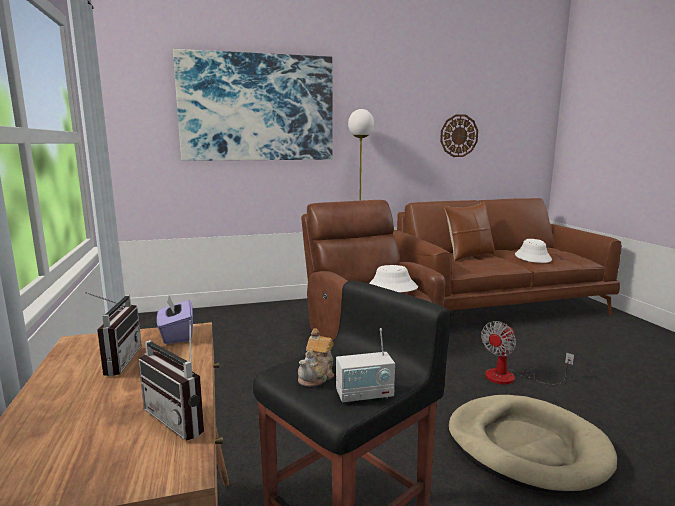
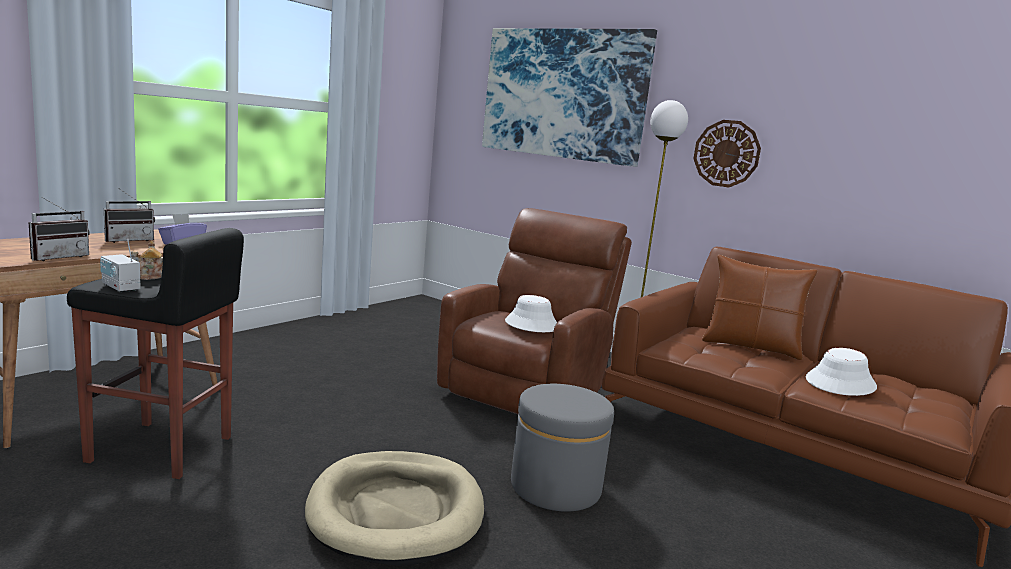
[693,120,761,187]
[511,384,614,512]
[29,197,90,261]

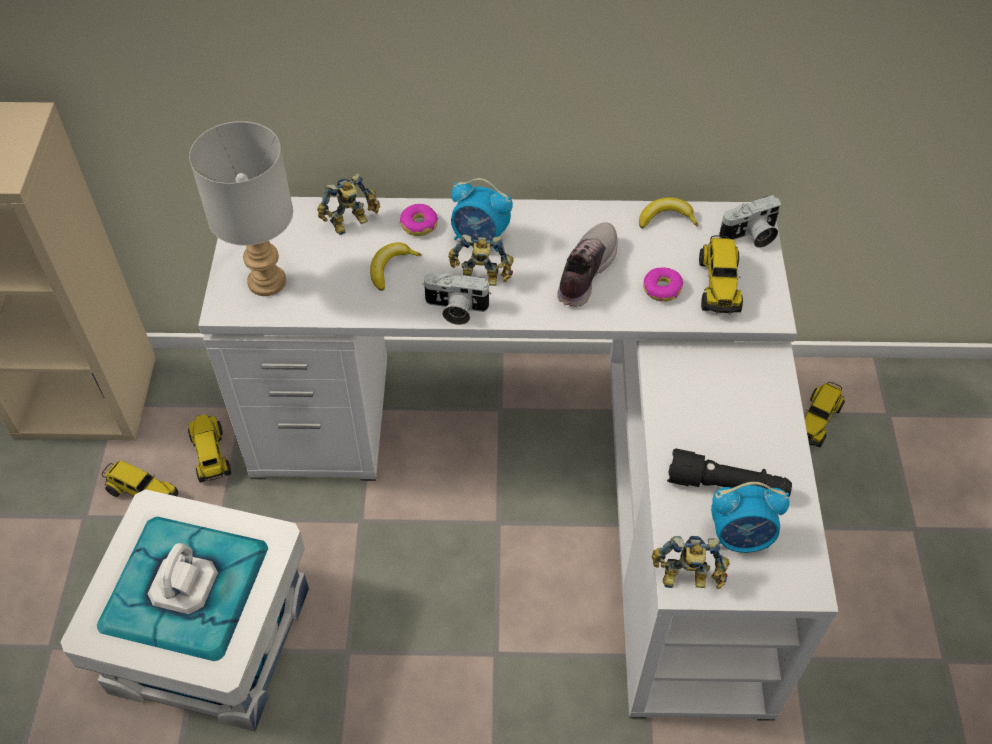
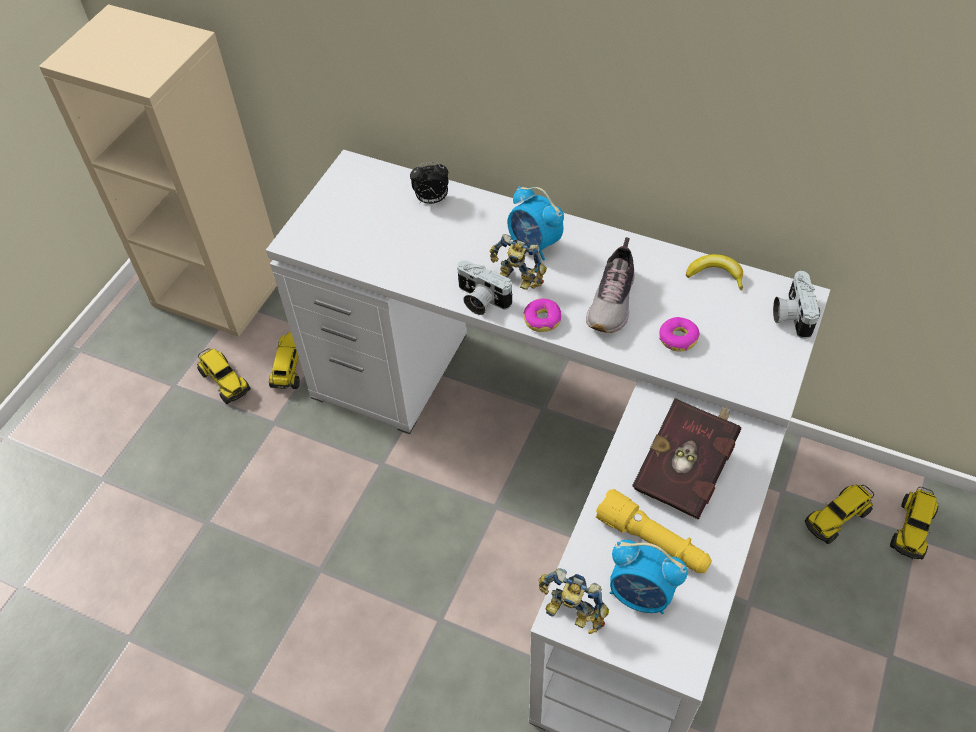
[61,489,309,731] (first image)
[189,121,293,296] (first image)
[370,242,422,291] (first image)
[632,398,741,519]
[524,299,561,332]
[890,487,938,559]
[410,162,449,204]
[595,489,712,573]
[586,237,635,333]
[773,271,820,339]

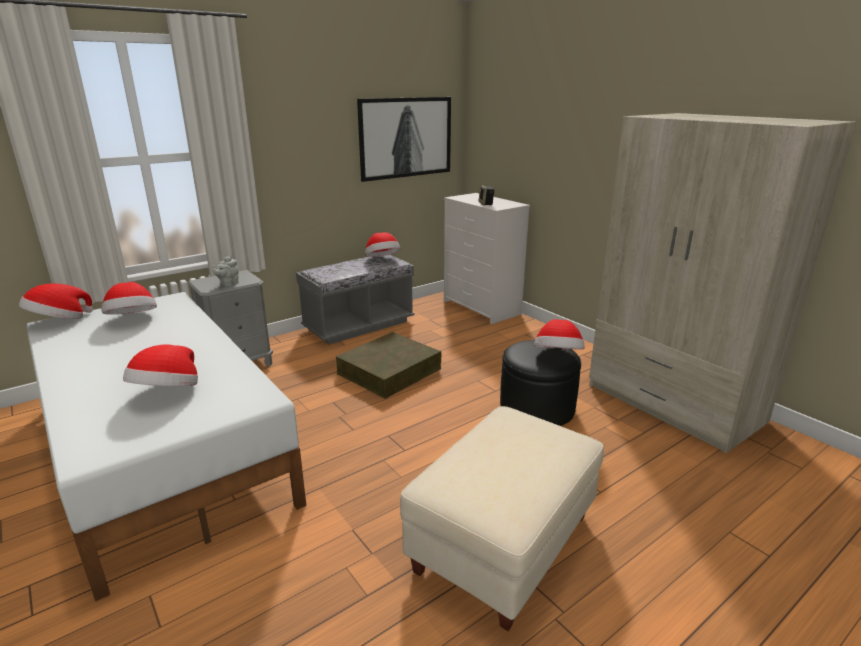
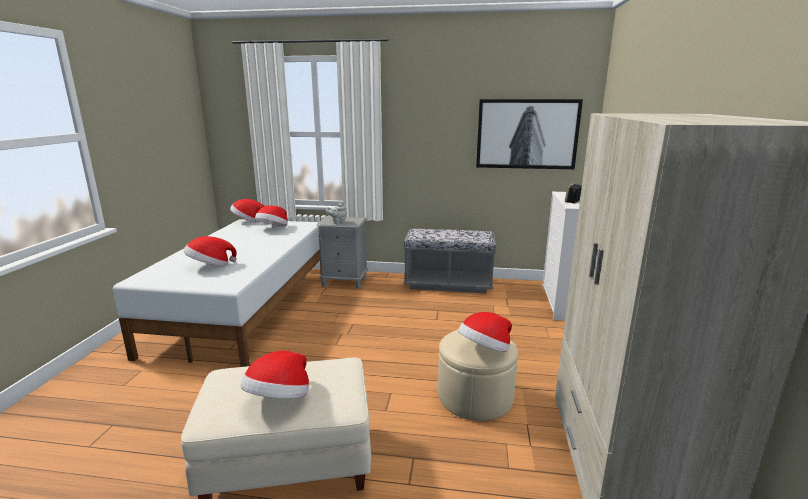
[336,332,442,399] (first image)
[240,350,309,399]
[438,330,518,421]

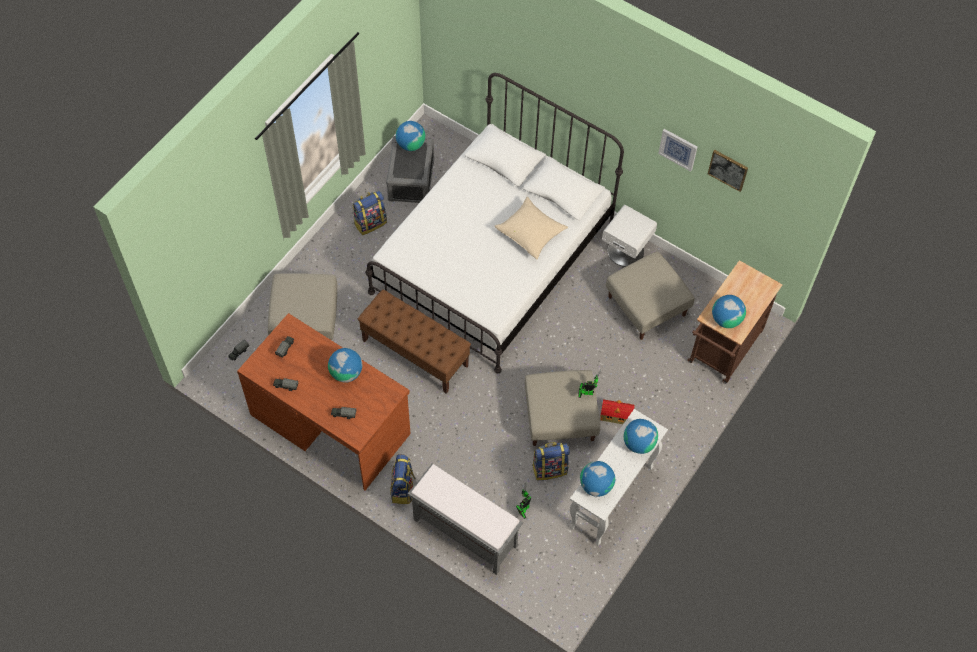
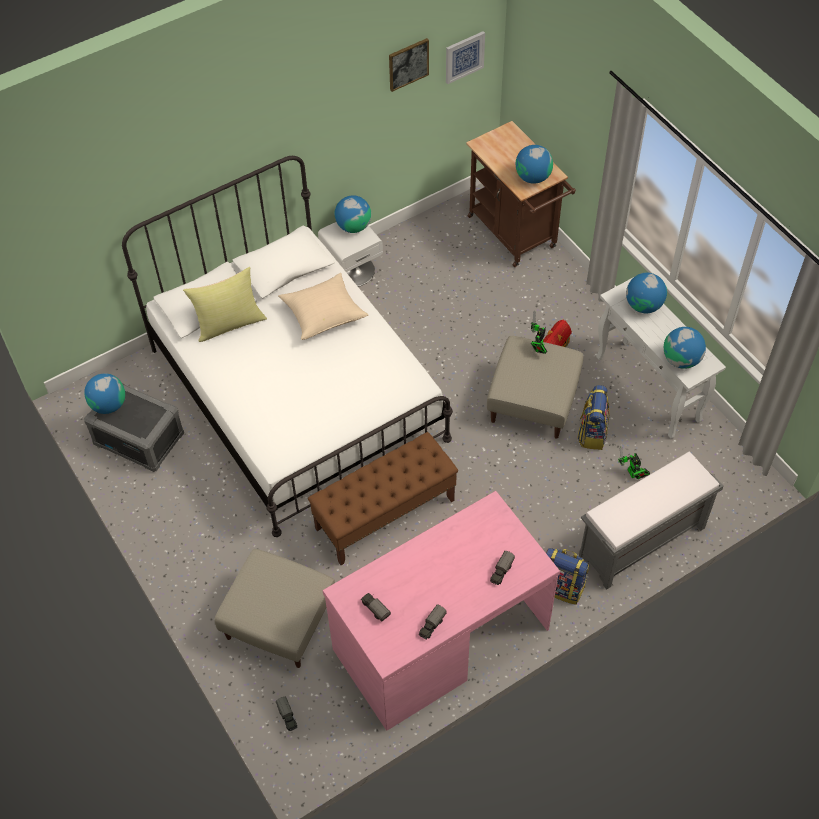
[353,191,387,235] (first image)
[606,251,695,340] (first image)
[183,267,267,342]
[335,195,372,233]
[446,31,485,84]
[323,491,560,730]

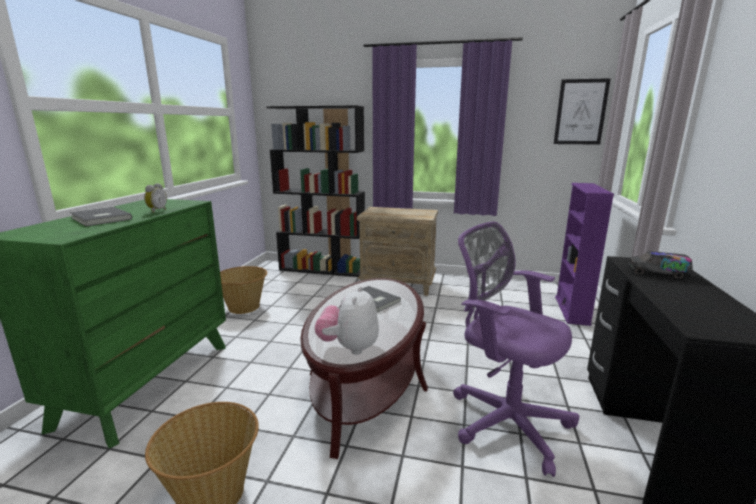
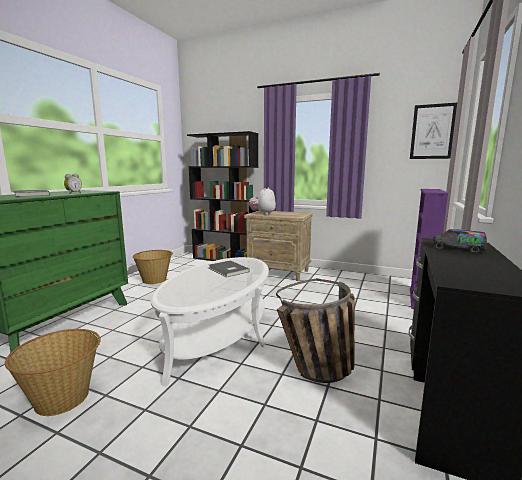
[249,187,276,215]
[276,278,355,383]
[151,257,269,387]

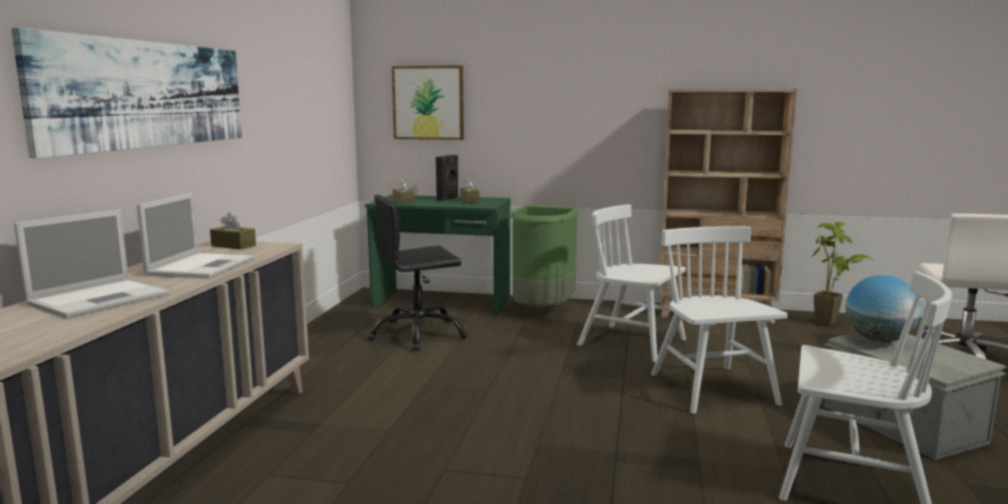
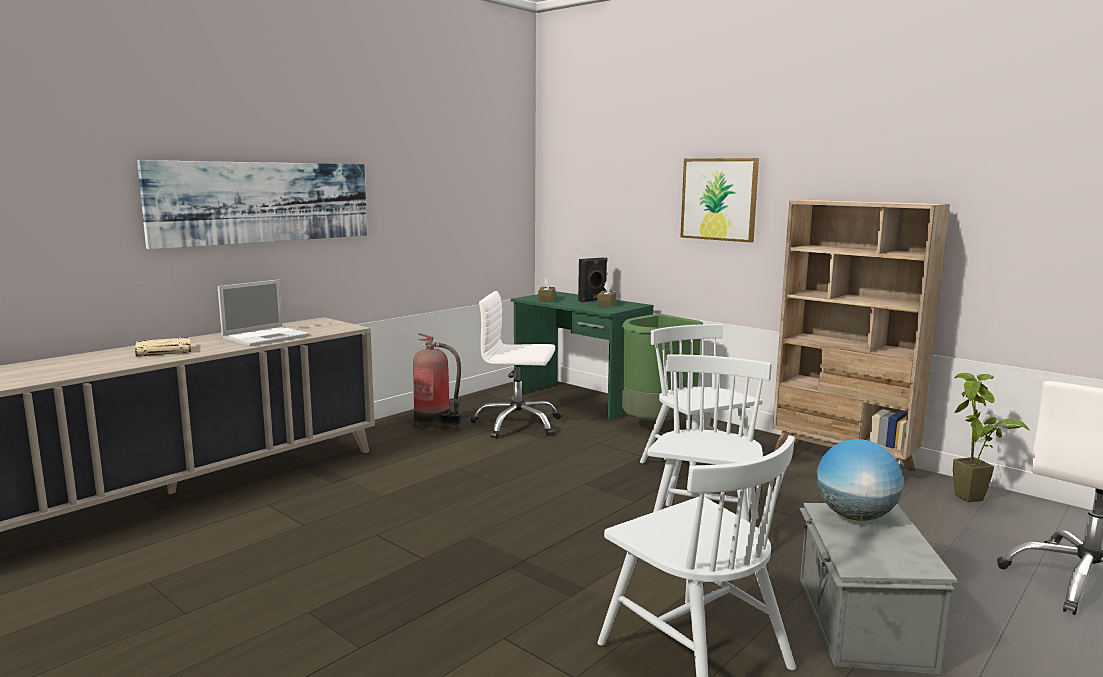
[210,213,256,250] (first image)
[413,333,461,431]
[680,158,759,242]
[135,337,191,357]
[470,291,561,439]

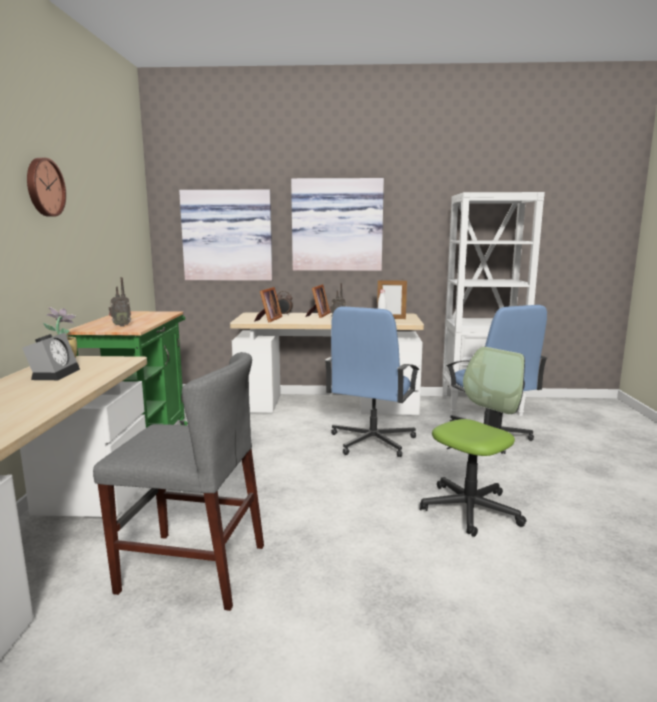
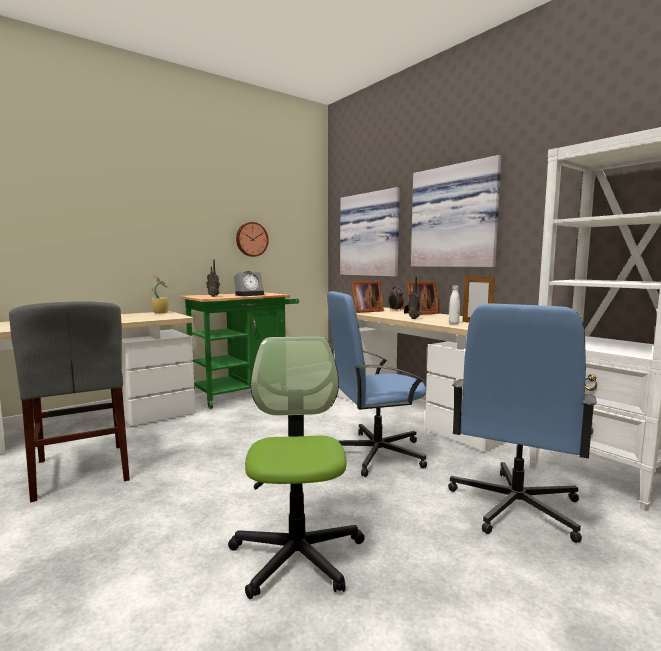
[233,271,264,296]
[236,222,269,257]
[228,336,365,599]

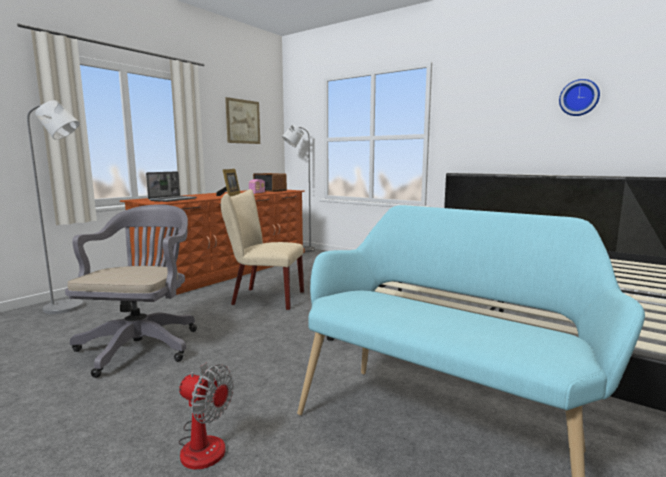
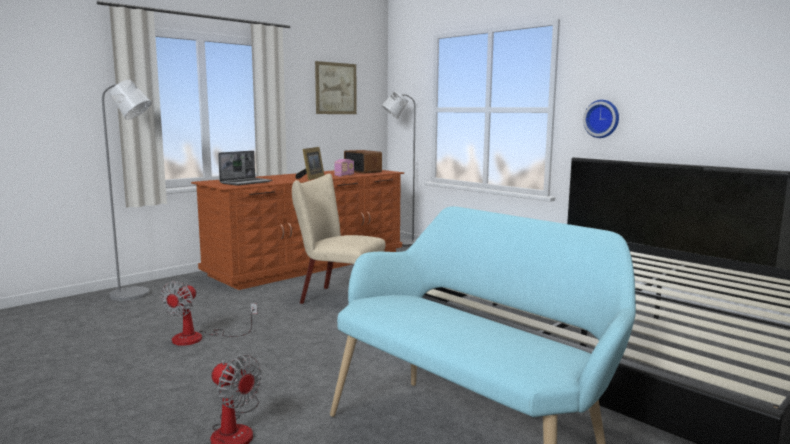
[583,100,619,138]
[160,281,257,346]

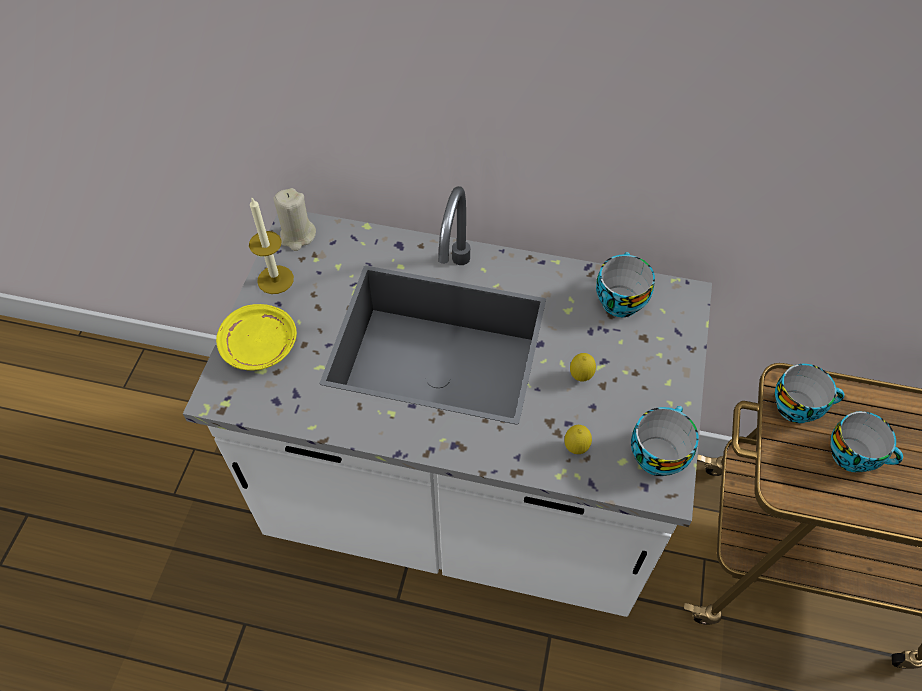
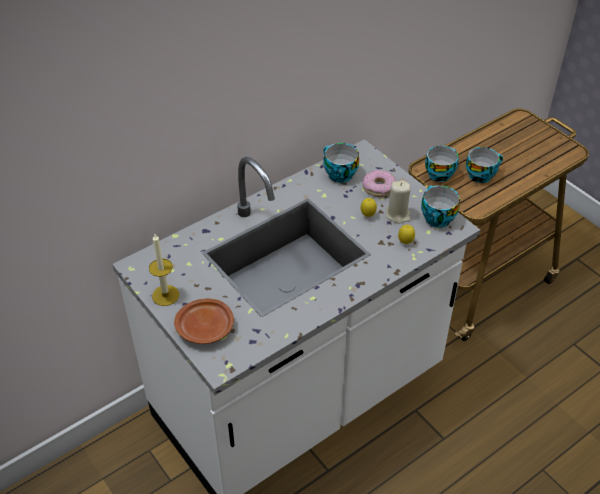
[363,170,396,197]
[386,180,411,224]
[174,299,234,344]

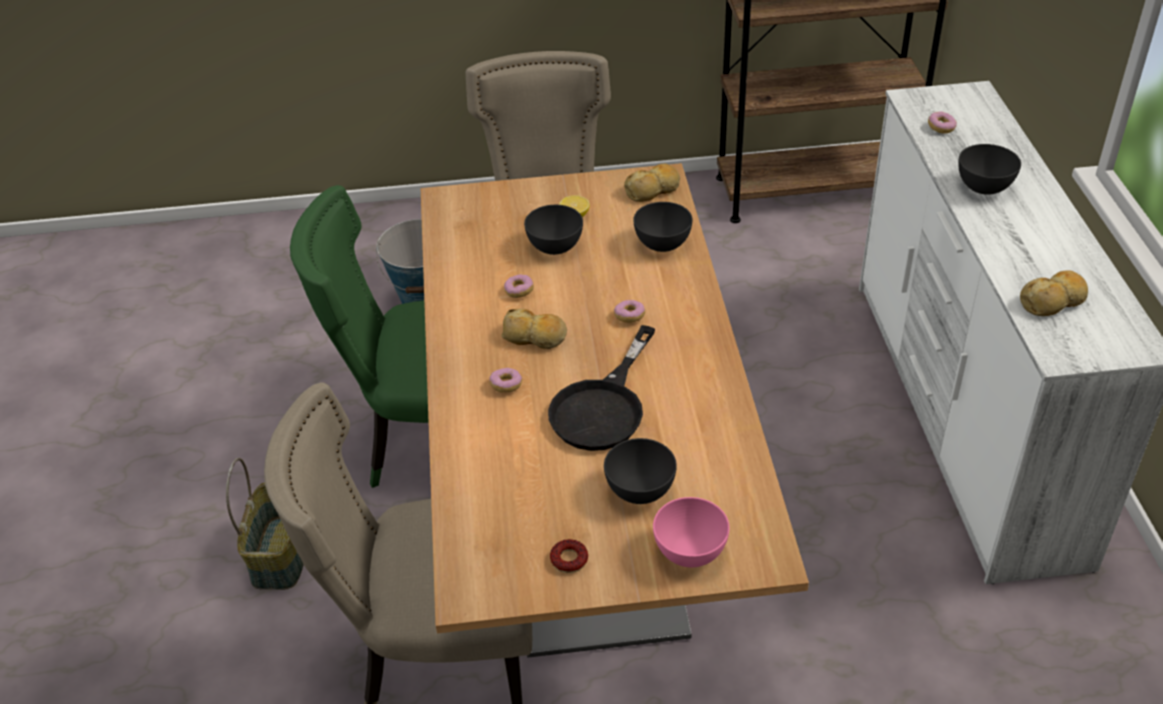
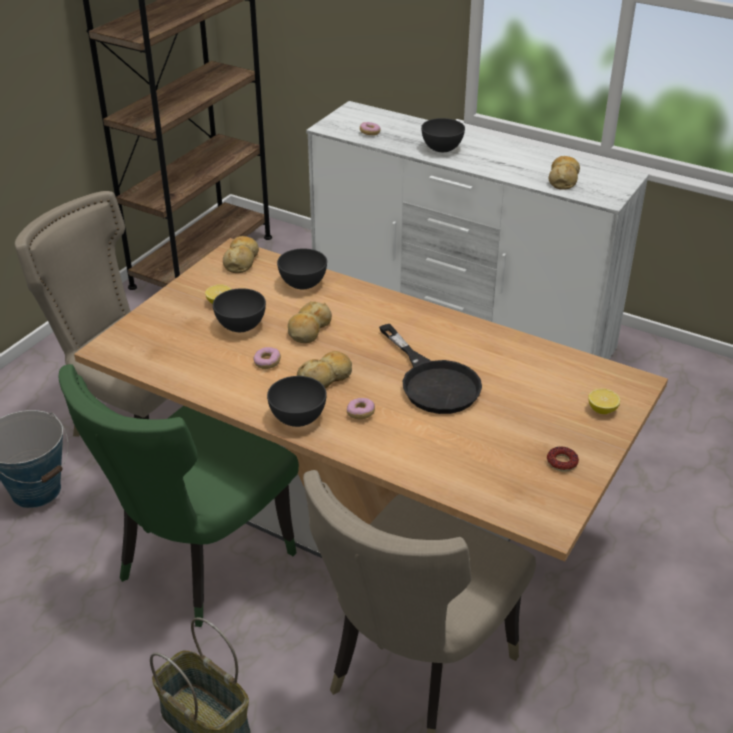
[614,300,645,323] (first image)
[288,301,332,343]
[267,376,327,427]
[588,388,620,414]

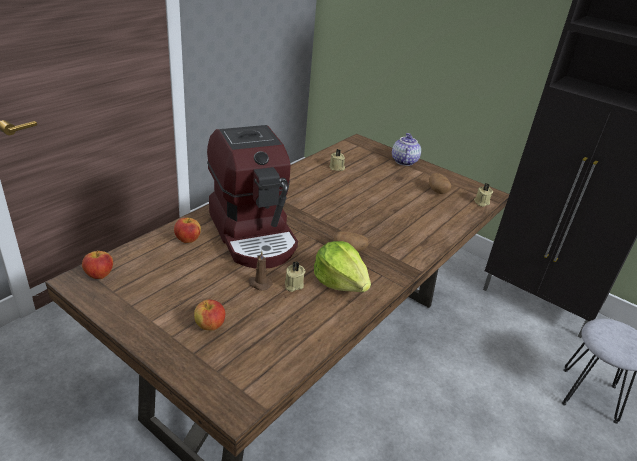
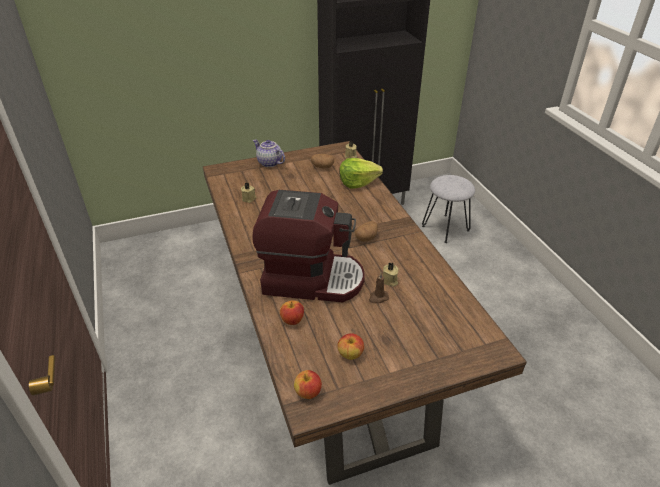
[338,333,364,360]
[339,158,383,189]

